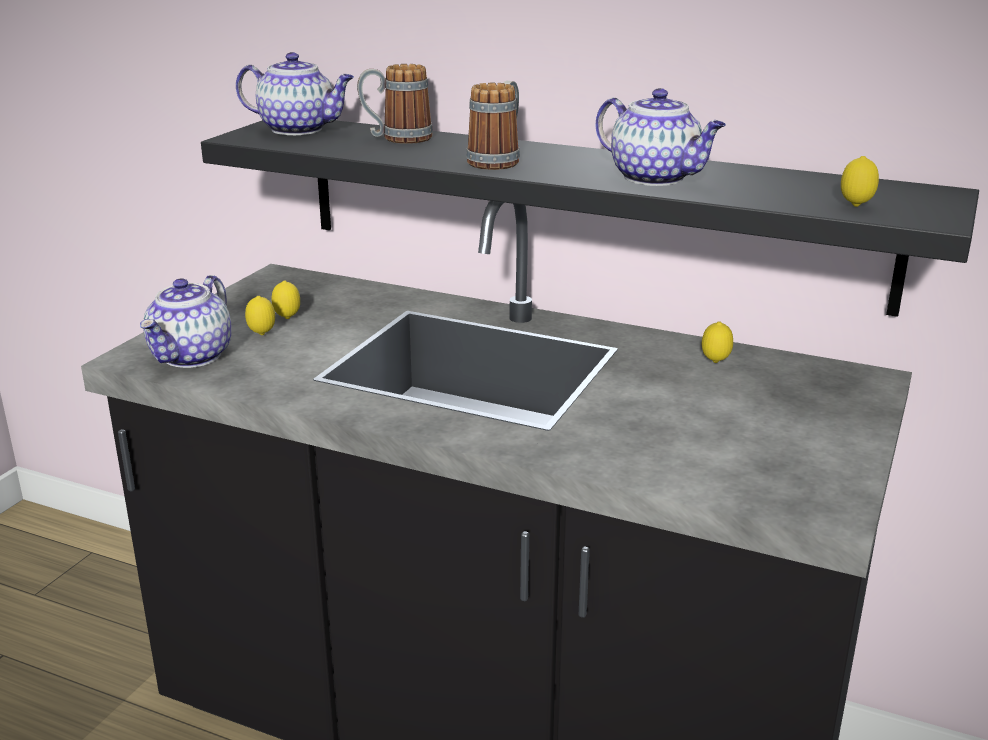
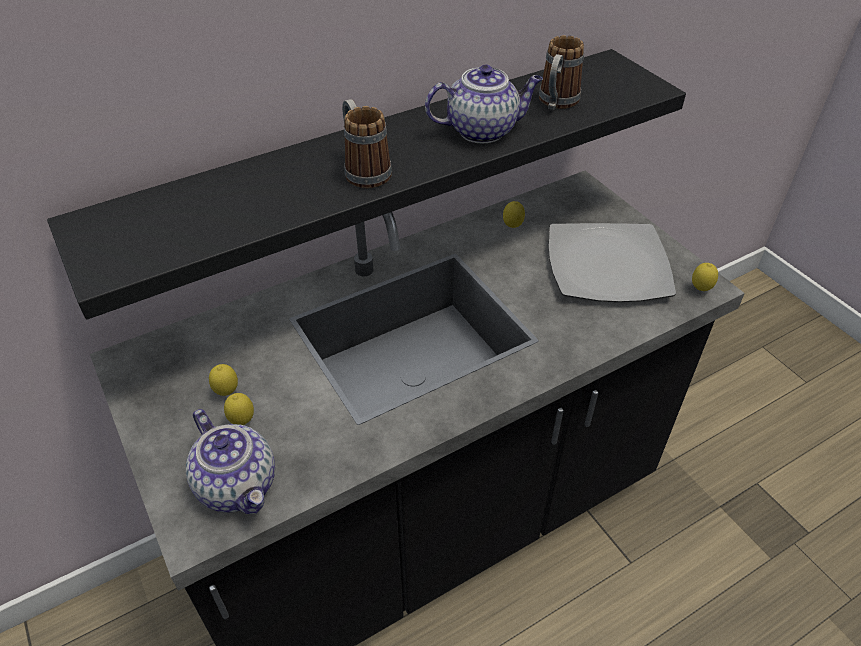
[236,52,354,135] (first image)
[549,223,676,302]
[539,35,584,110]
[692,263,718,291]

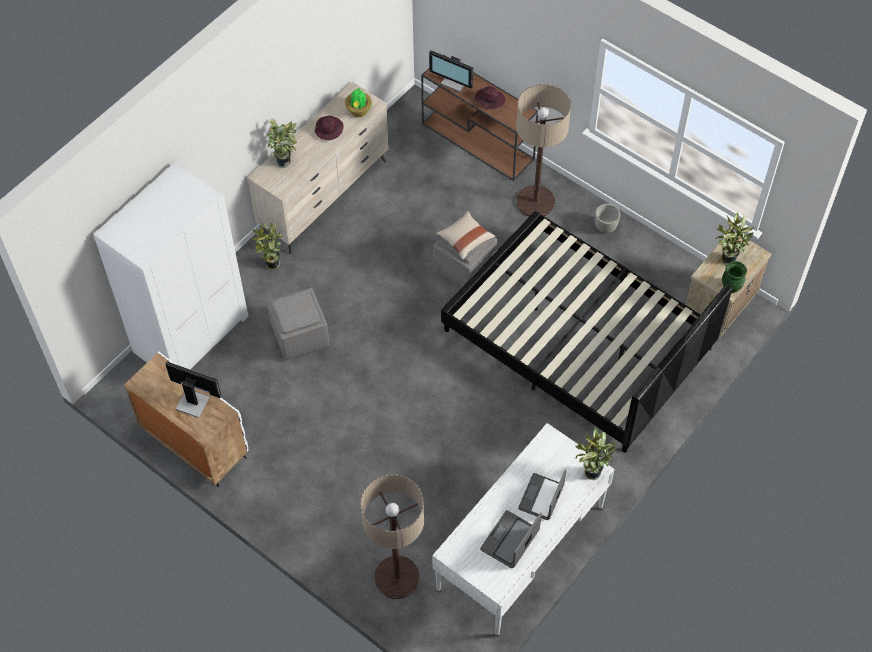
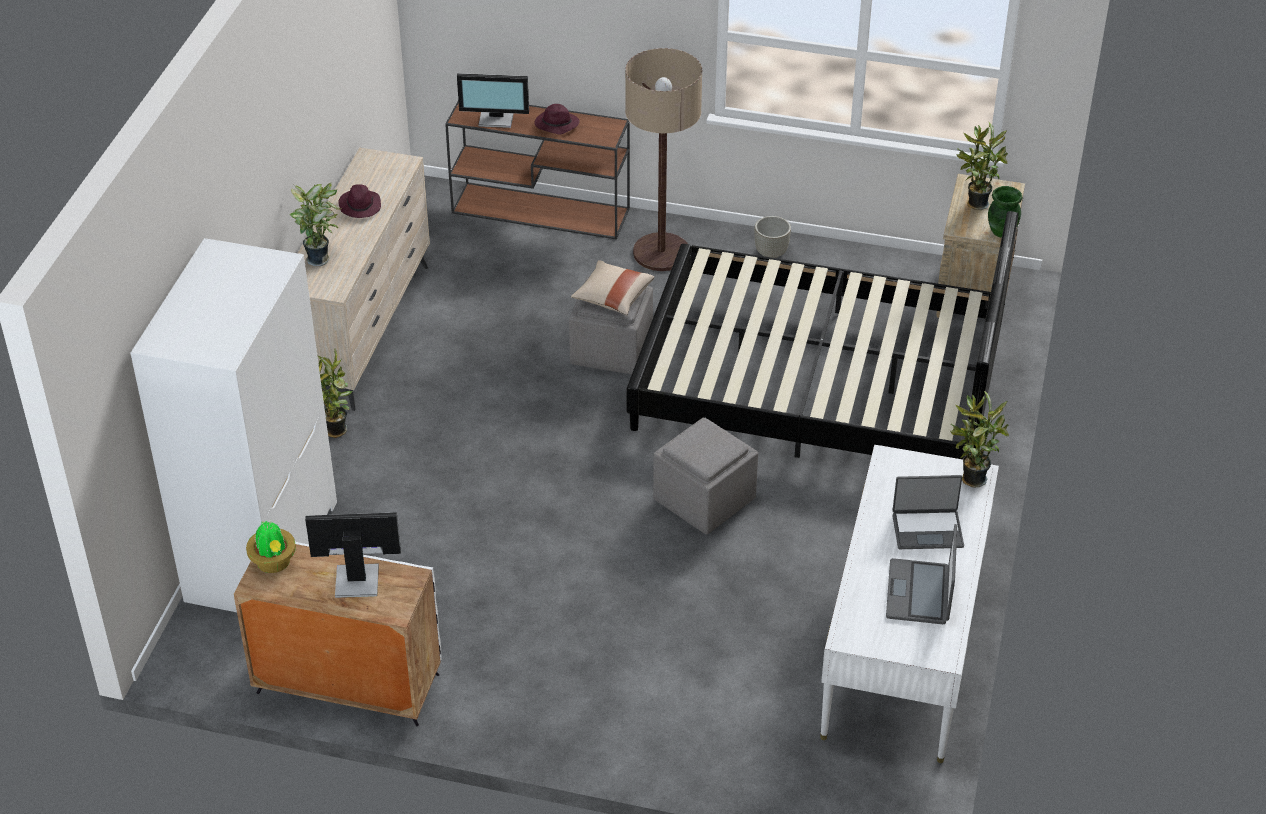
[360,474,424,599] (first image)
[653,417,758,534]
[246,520,296,573]
[893,475,964,549]

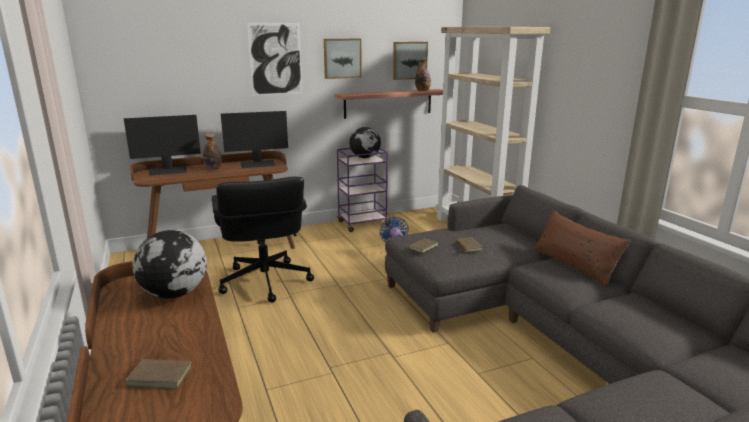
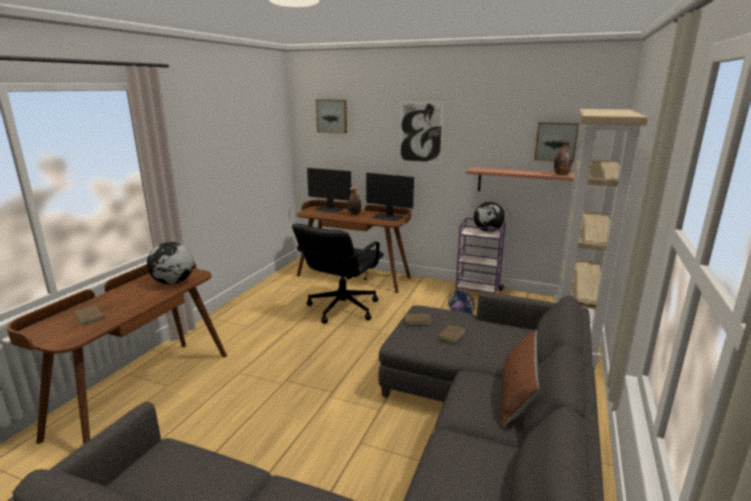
[316,99,347,134]

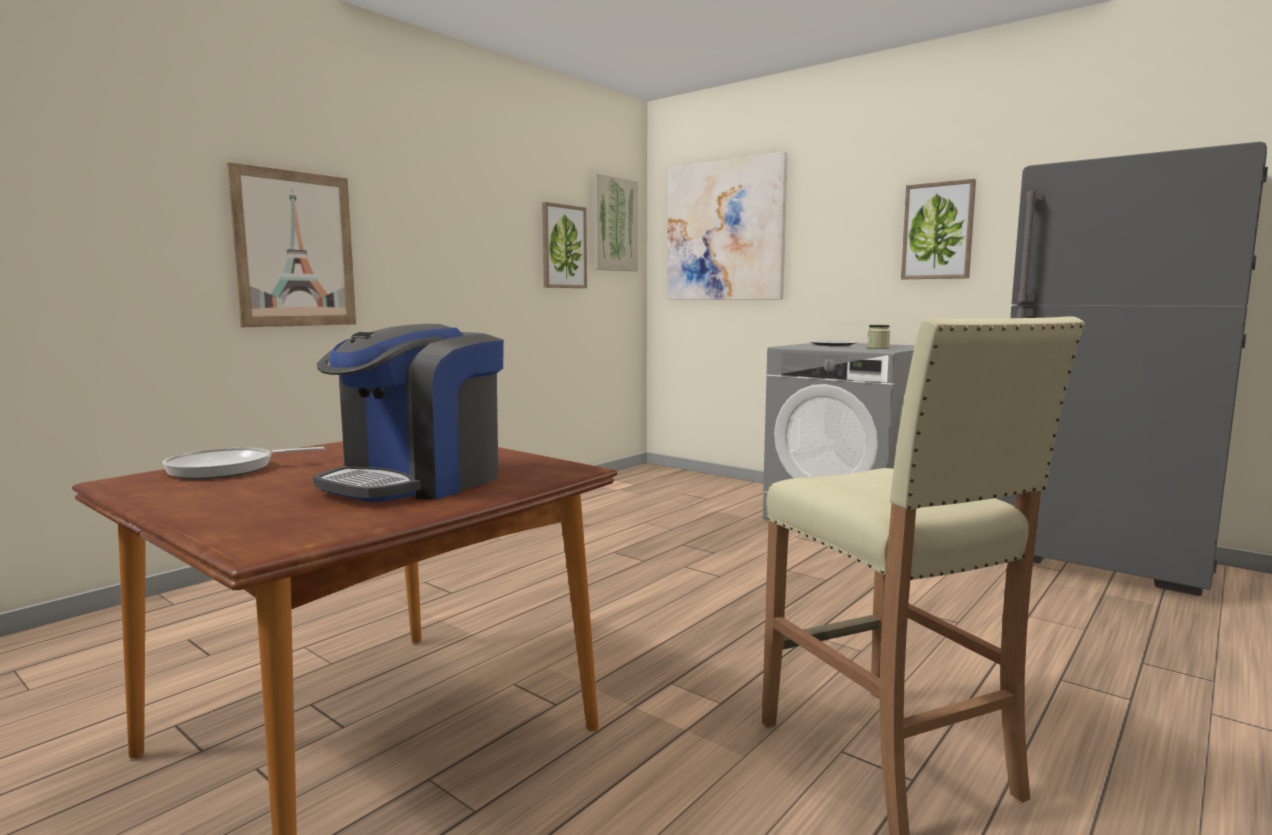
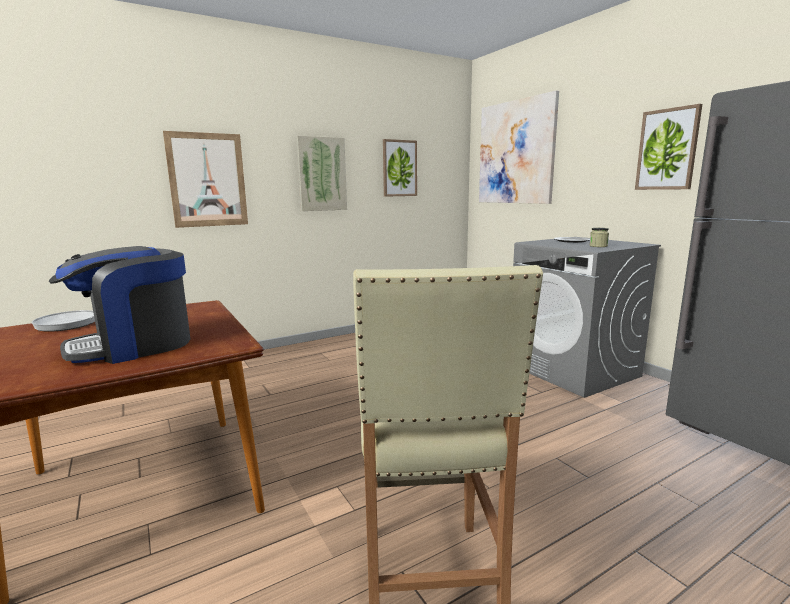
[296,136,347,211]

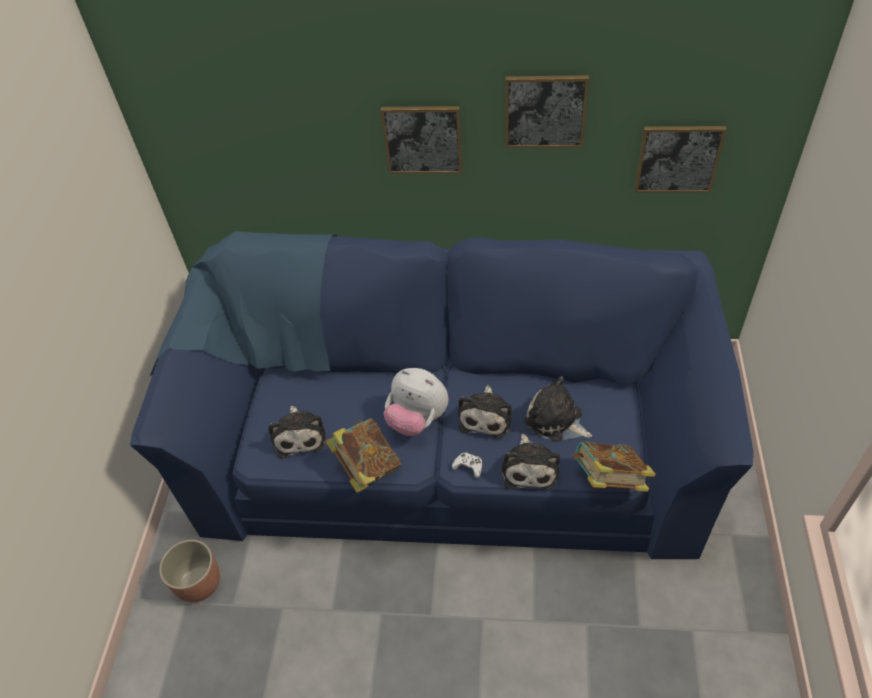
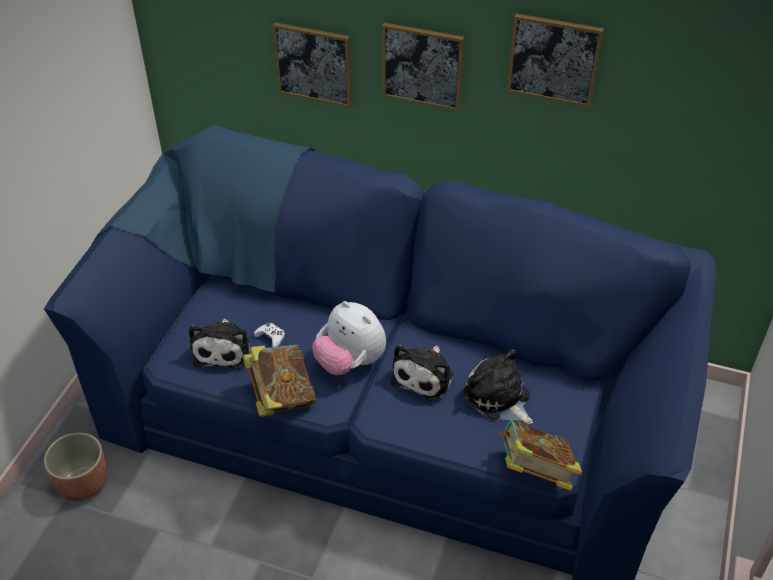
[502,434,560,490] (first image)
[254,323,285,347]
[273,22,352,107]

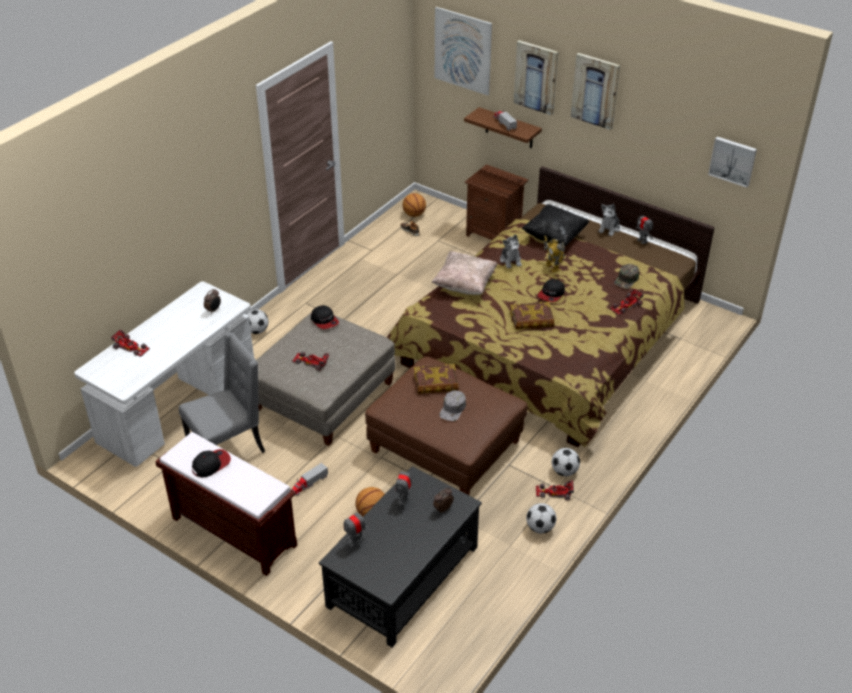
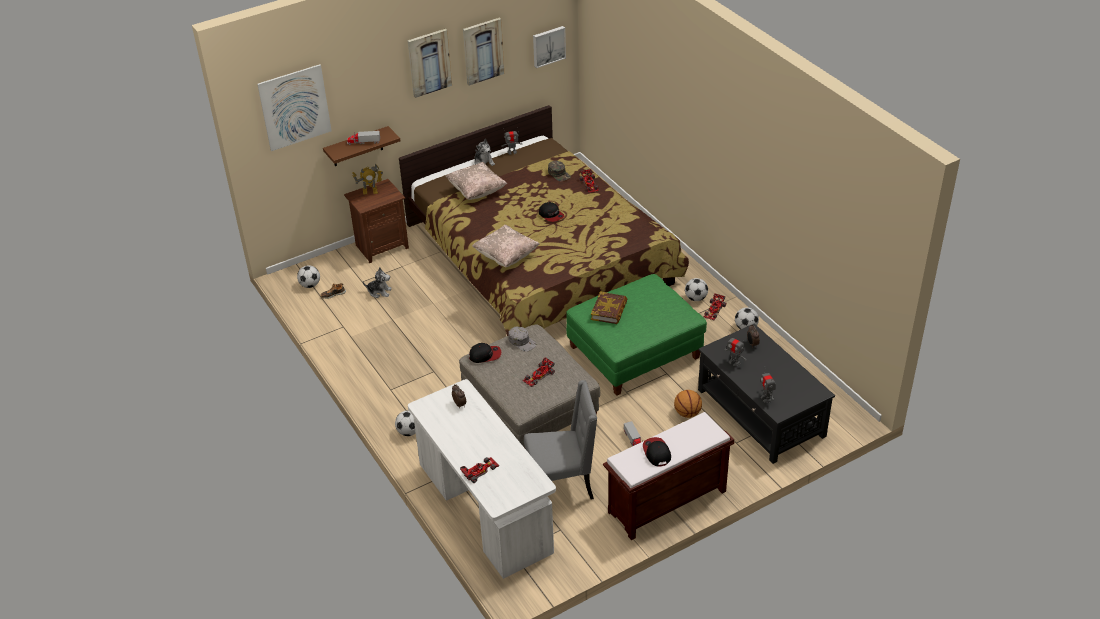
[510,302,554,329] (first image)
[508,326,537,352]
[363,267,392,298]
[463,18,504,86]
[352,163,383,195]
[297,265,320,288]
[566,274,707,396]
[445,162,507,200]
[524,380,597,500]

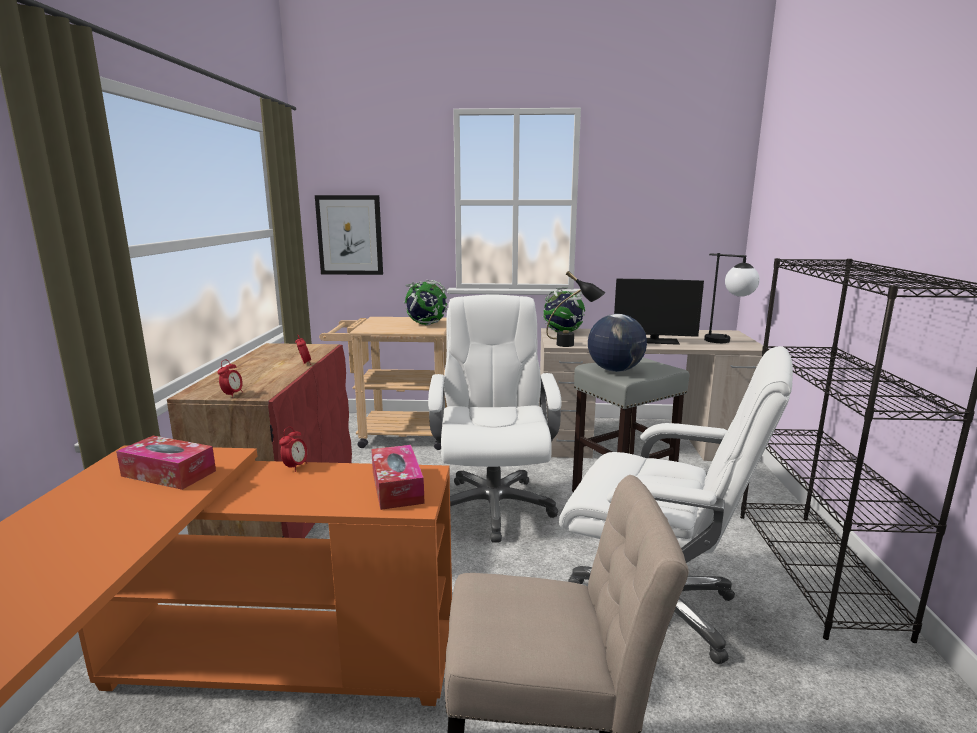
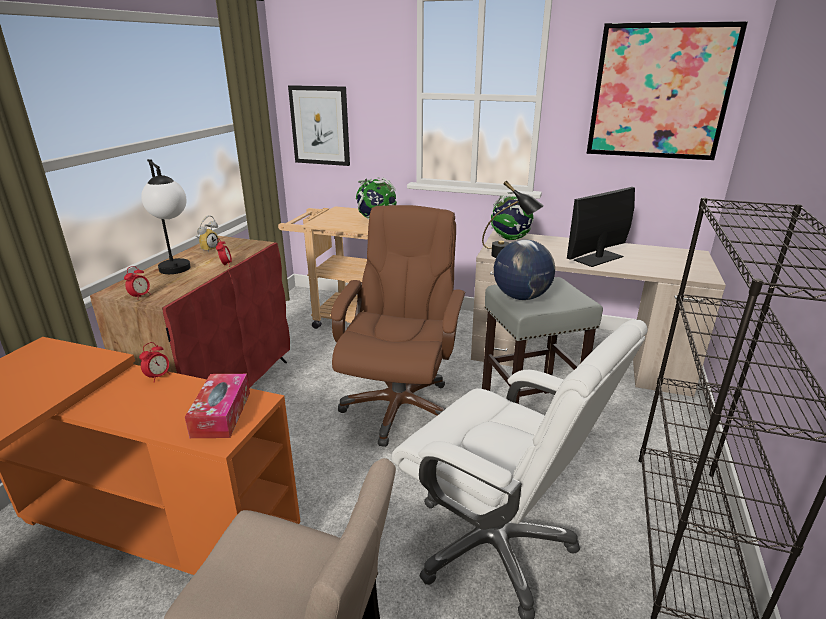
[116,436,216,490] (first image)
[196,215,220,252]
[586,21,748,160]
[141,159,191,274]
[331,205,465,447]
[567,187,635,267]

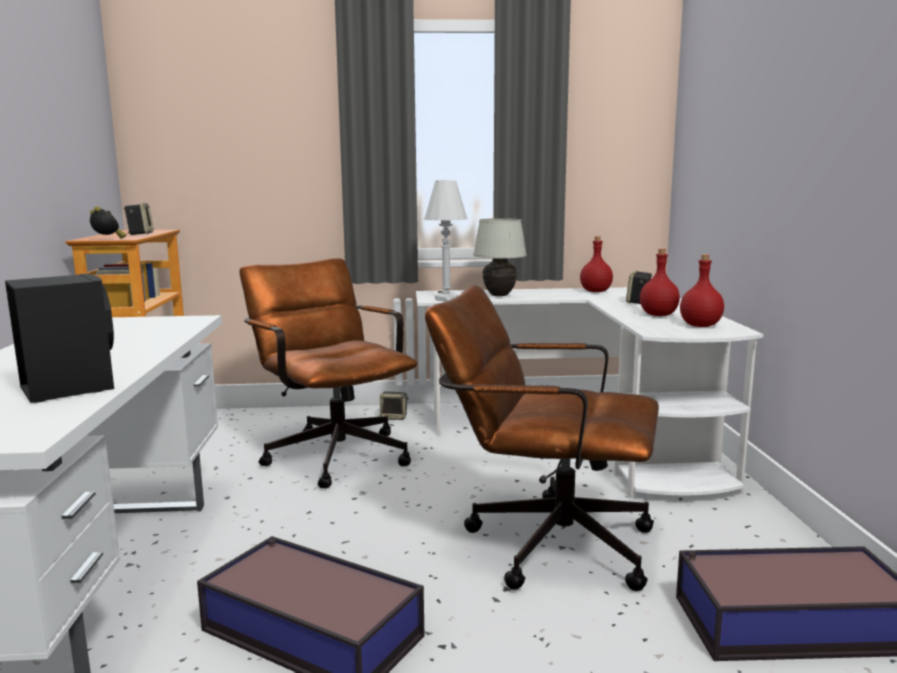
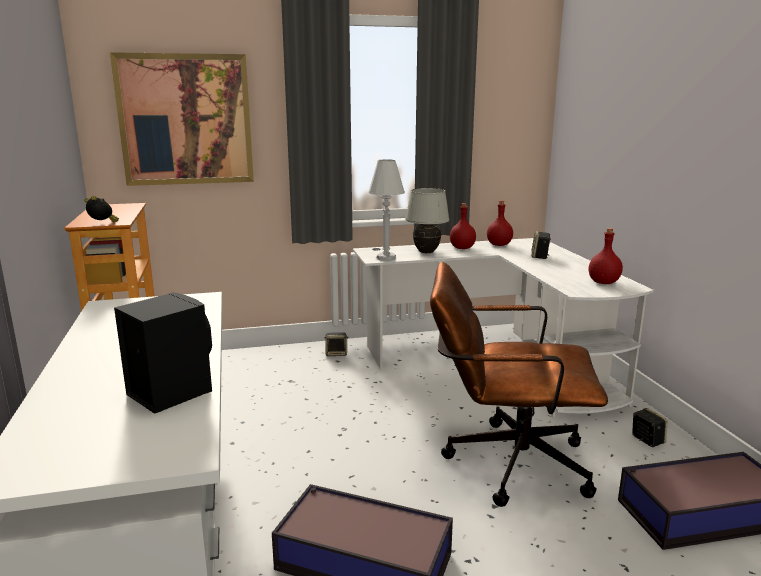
[239,258,418,488] (first image)
[110,52,254,186]
[632,408,667,447]
[450,203,476,249]

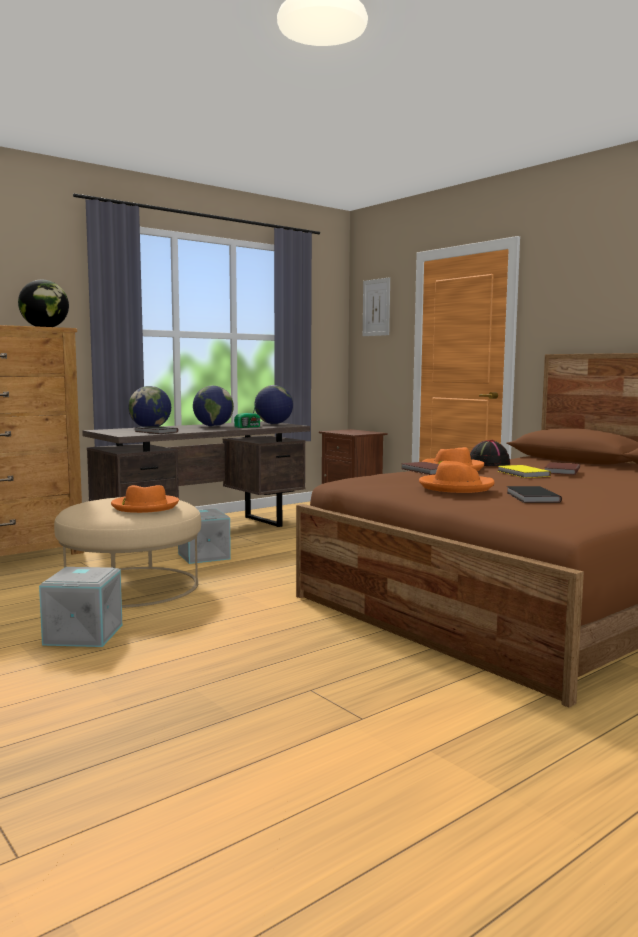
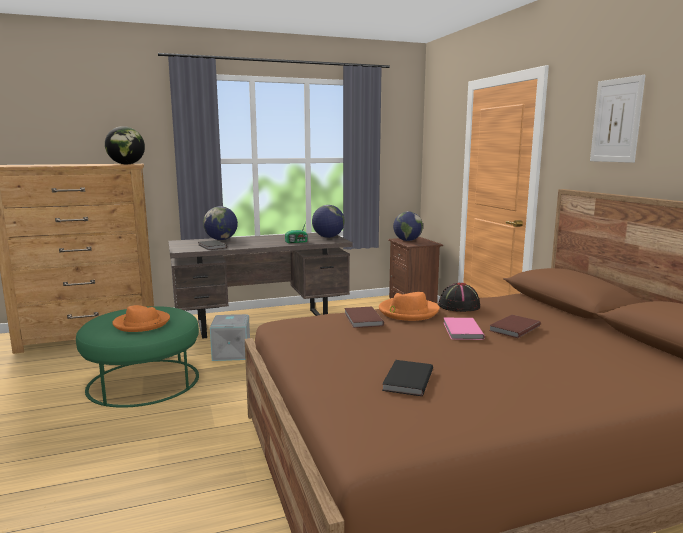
[39,567,122,647] (first image)
[419,461,495,493] (first image)
[393,211,423,241]
[590,75,645,163]
[76,306,199,408]
[443,318,485,340]

